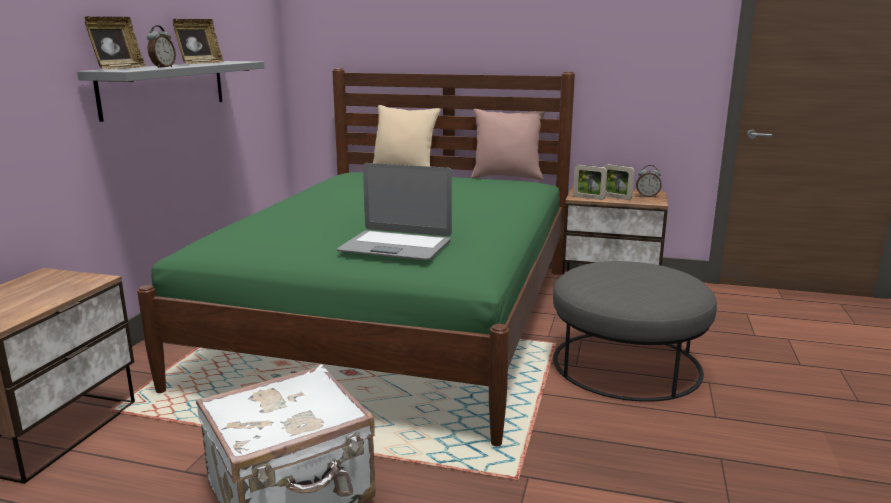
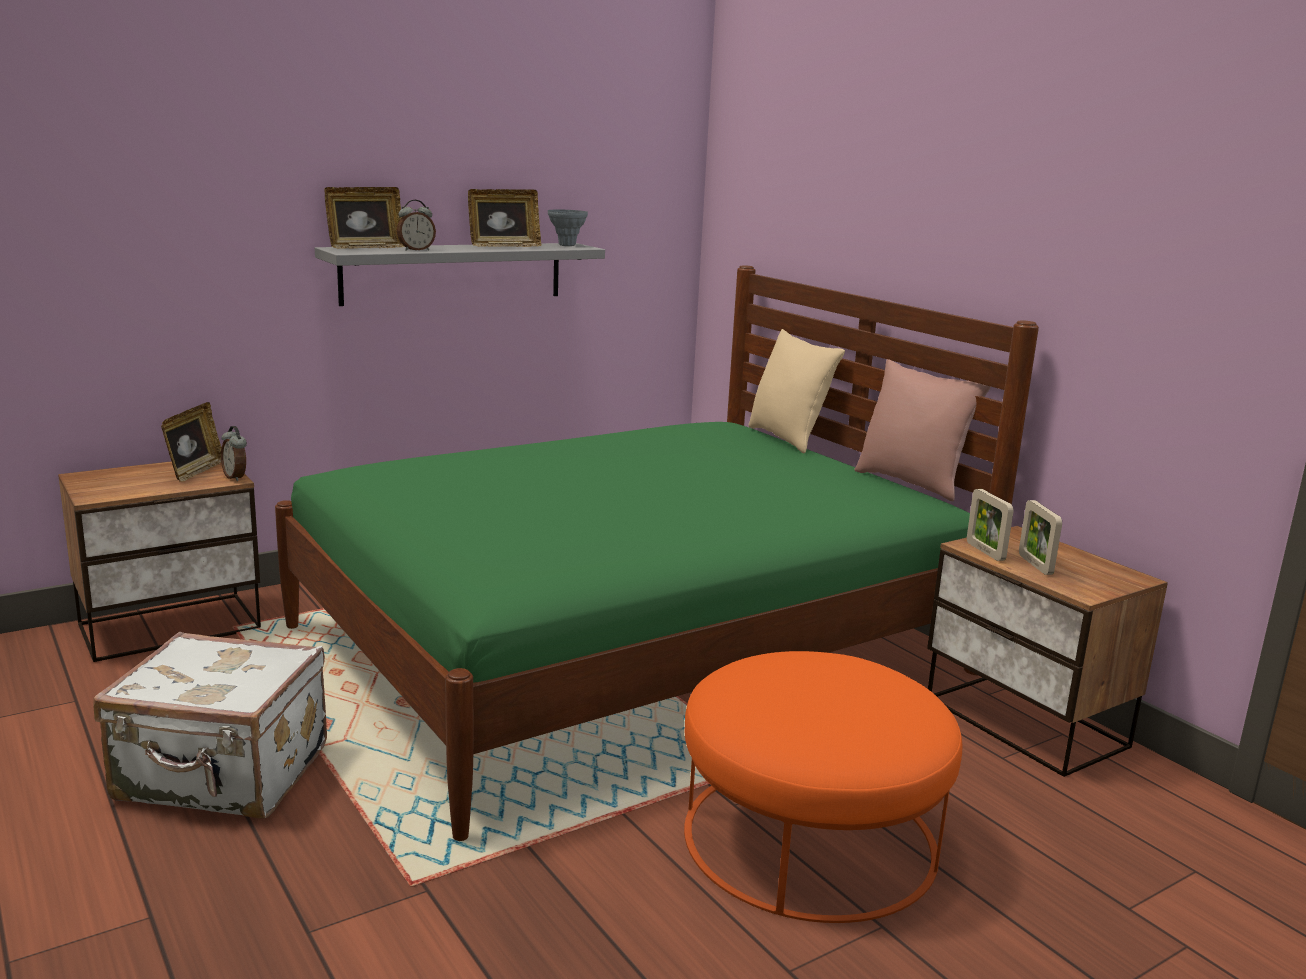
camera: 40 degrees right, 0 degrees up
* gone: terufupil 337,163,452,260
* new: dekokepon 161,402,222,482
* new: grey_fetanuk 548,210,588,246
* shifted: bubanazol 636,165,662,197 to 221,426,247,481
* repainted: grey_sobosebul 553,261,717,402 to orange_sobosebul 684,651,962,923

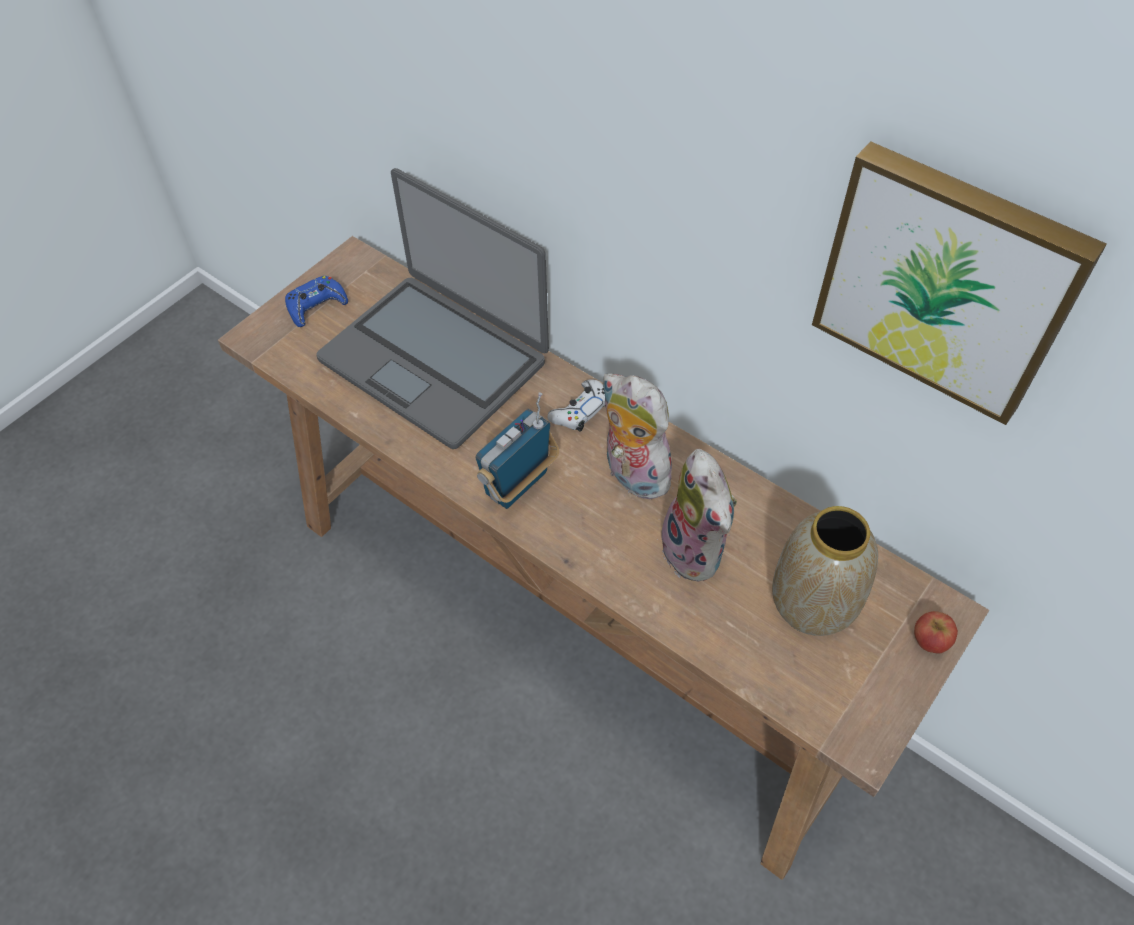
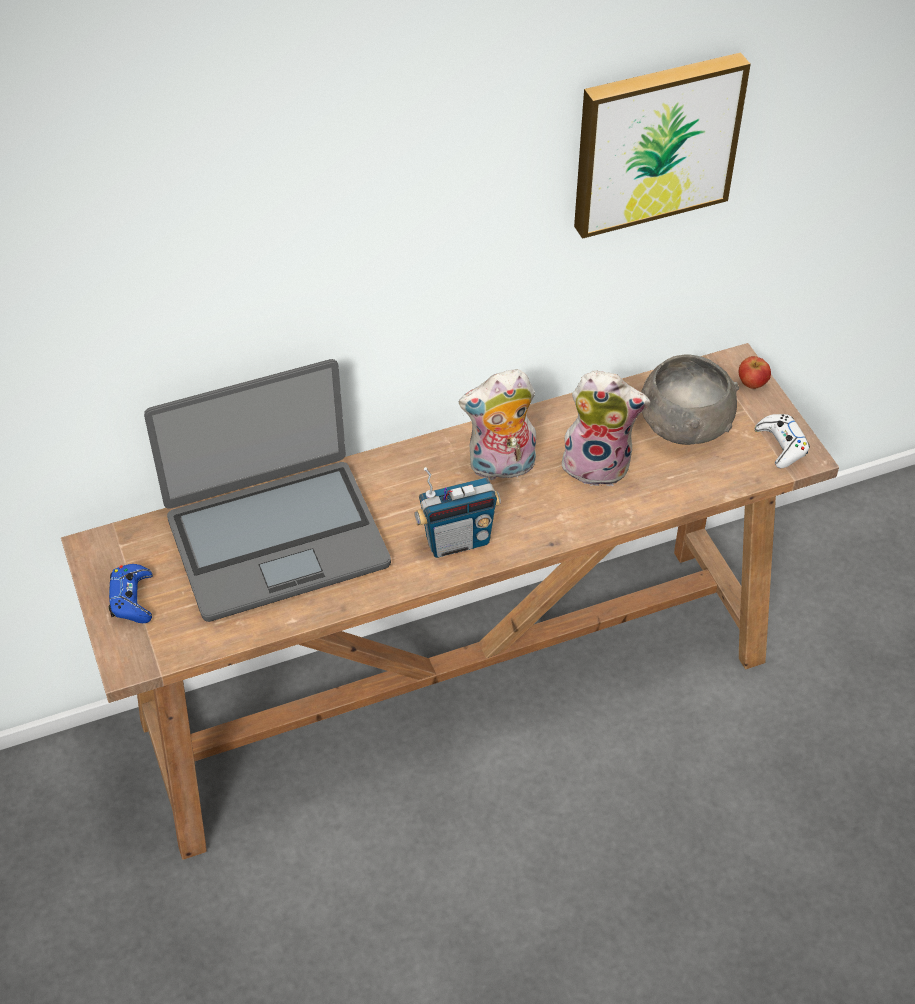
camera: 60 degrees left, 5 degrees down
* shifted: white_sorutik 547,379,606,432 to 755,414,810,468
* swapped: fetanuk 772,506,878,636 to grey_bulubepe 641,354,739,445
* rotated: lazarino 475,392,559,509 = 414,467,501,558 90 degrees counterclockwise

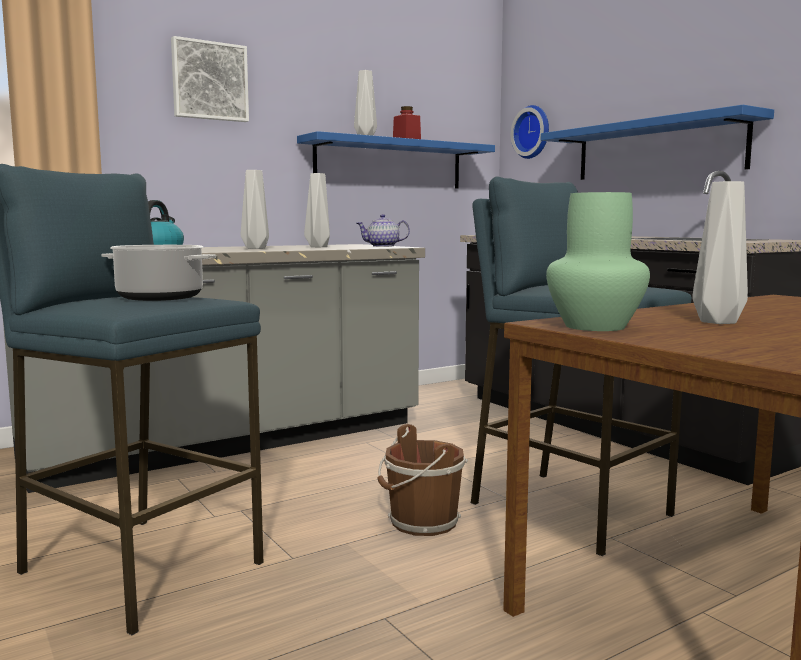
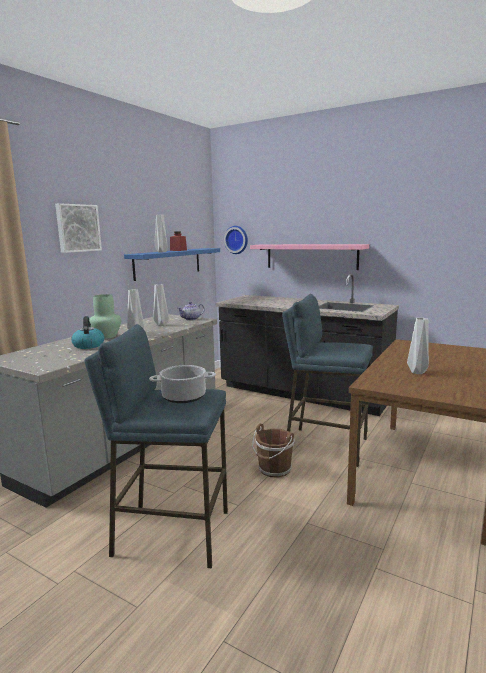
camera: 25 degrees left, 5 degrees up
* shifted: green_fetanuk 546,192,650,331 to 89,294,121,339
* repainted: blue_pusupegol 541,105,774,180 to pink_pusupegol 250,244,369,270

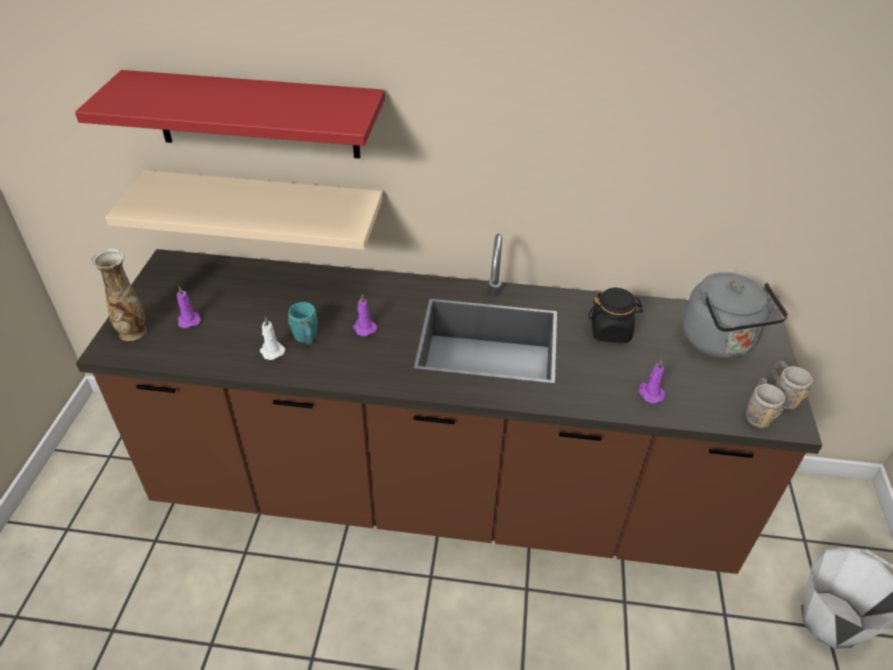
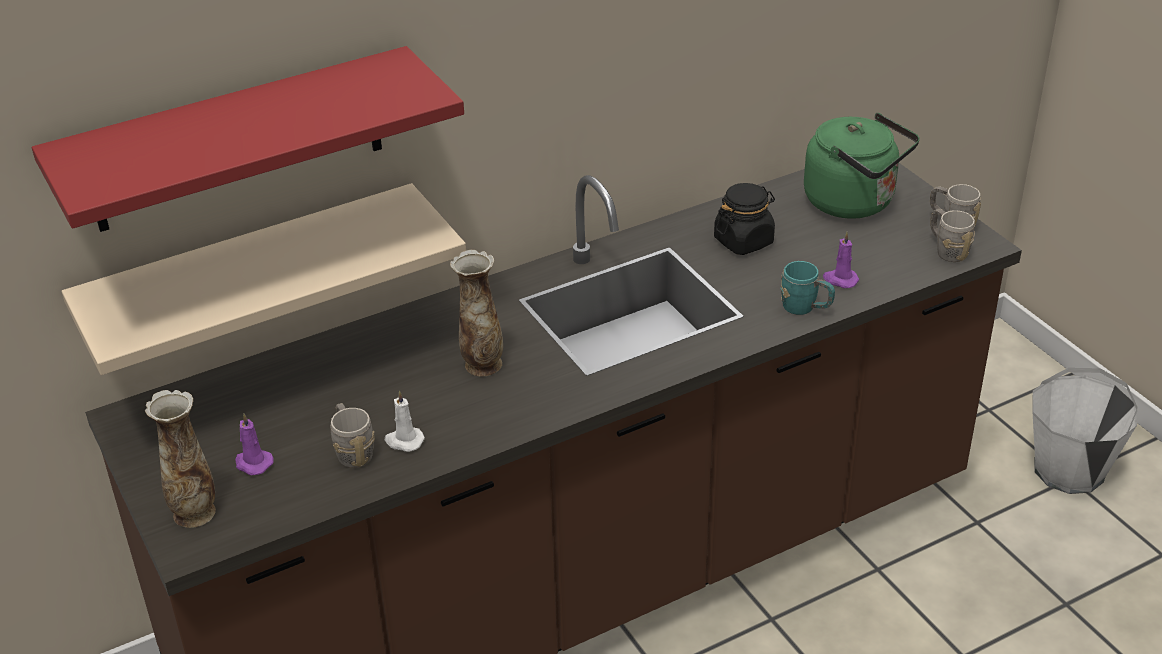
camera: 35 degrees left, 5 degrees down
* new: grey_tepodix 331,403,375,468
* shifted: turquoise_tepodix 288,302,318,345 to 781,261,835,315
* swapped: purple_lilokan 353,294,377,336 to fetanuk 450,250,503,376
* repainted: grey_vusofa 683,272,788,359 to green_vusofa 804,113,919,219

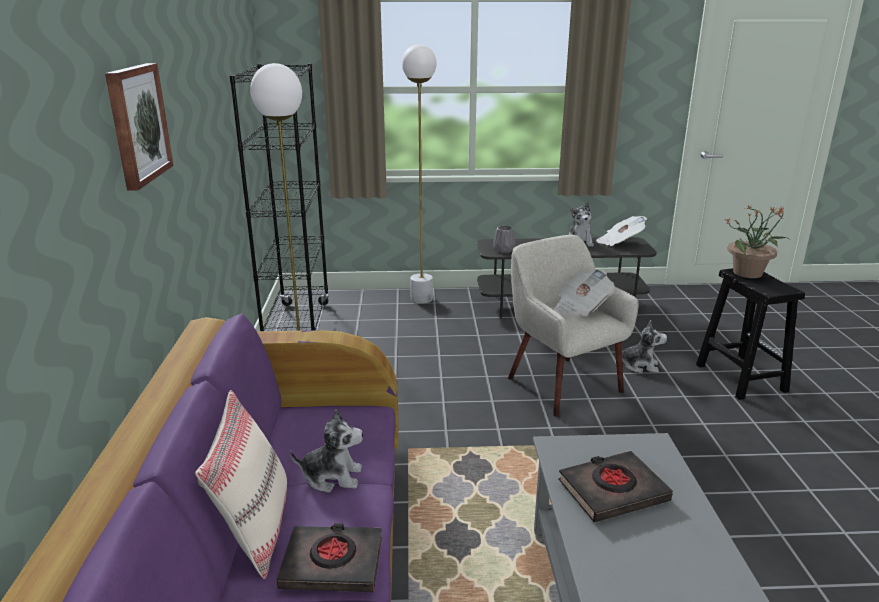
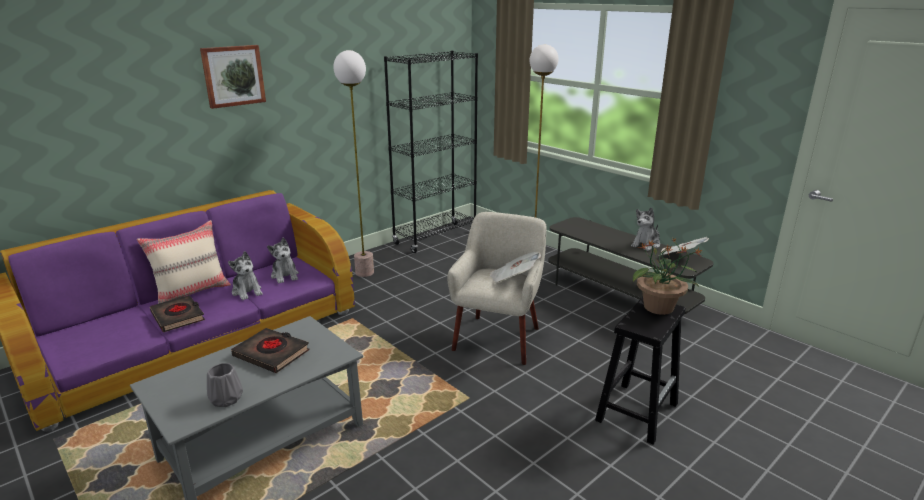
camera: 50 degrees right, 0 degrees up
* shifted: grey_fetanuk 493,226,515,253 to 207,363,243,407
* shifted: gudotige 622,320,667,373 to 267,237,299,283

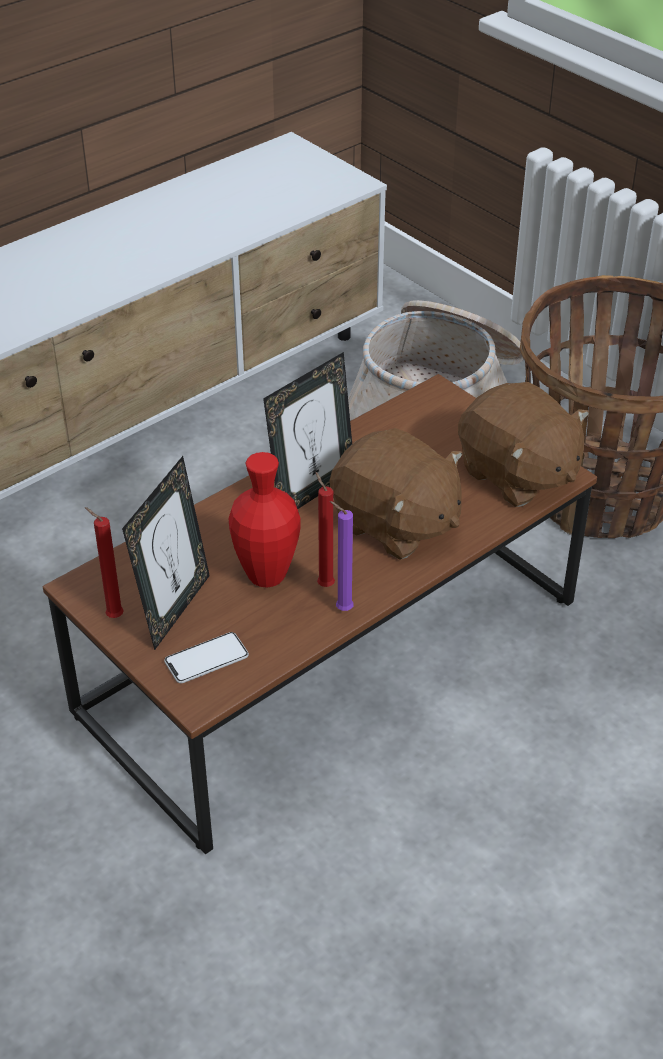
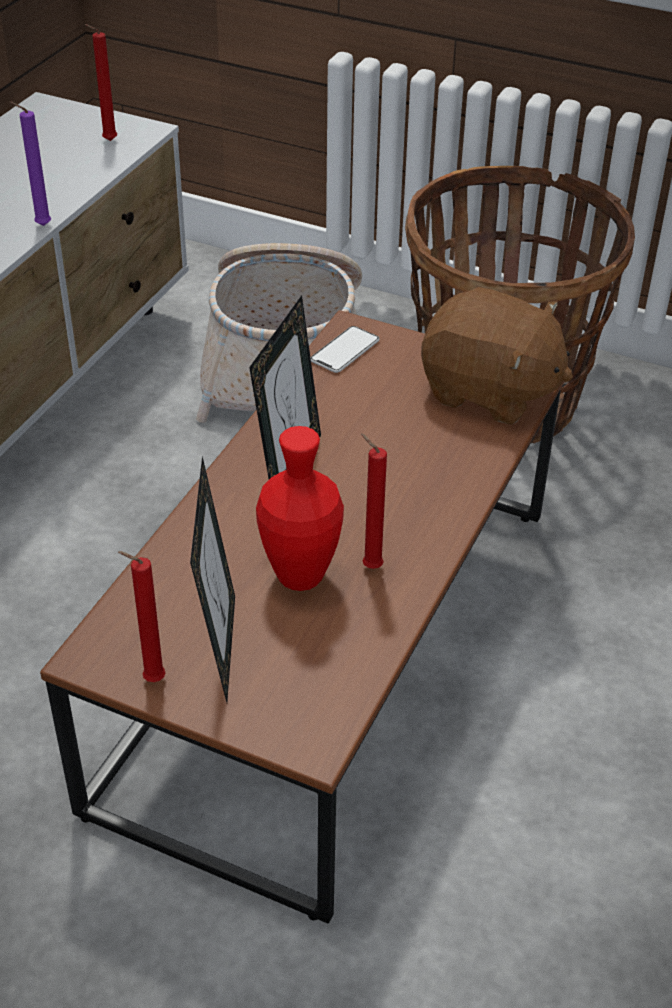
camera: 25 degrees left, 0 degrees up
* gone: brown_gudotige 330,428,463,560
* new: red_lilokan 84,24,117,141
* shifted: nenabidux 164,632,249,683 to 310,326,380,373
* shifted: purple_lilokan 330,501,353,611 to 10,101,51,226

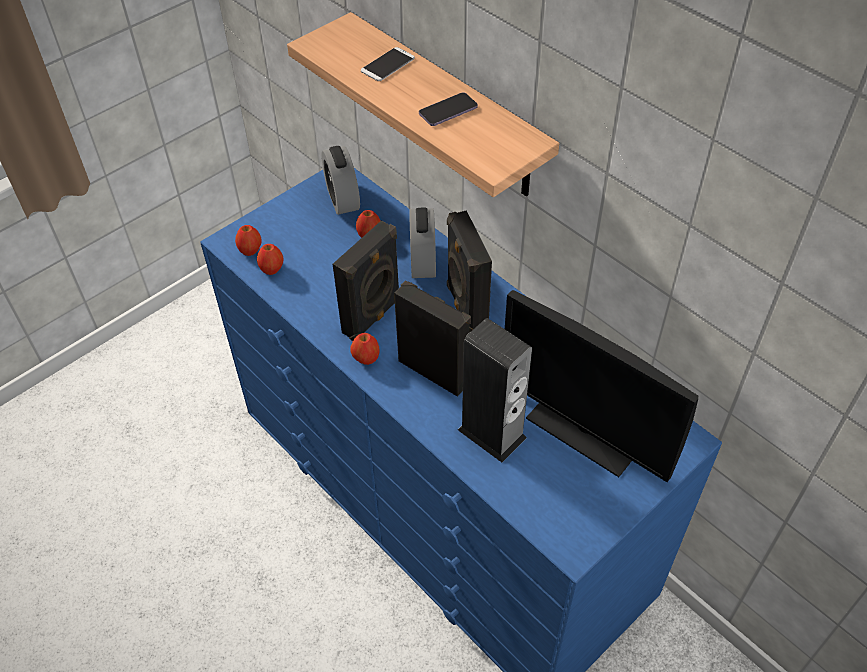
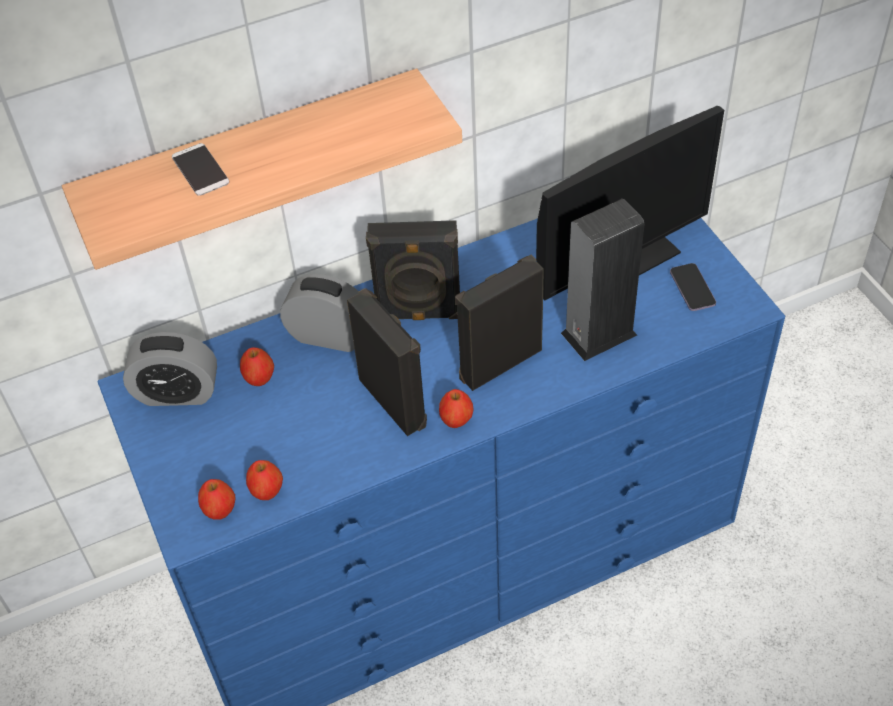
camera: 70 degrees left, 0 degrees up
* shifted: nenabidux 419,92,478,126 to 670,263,716,311

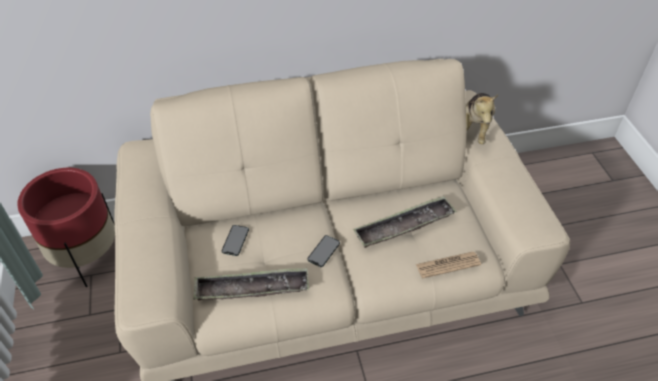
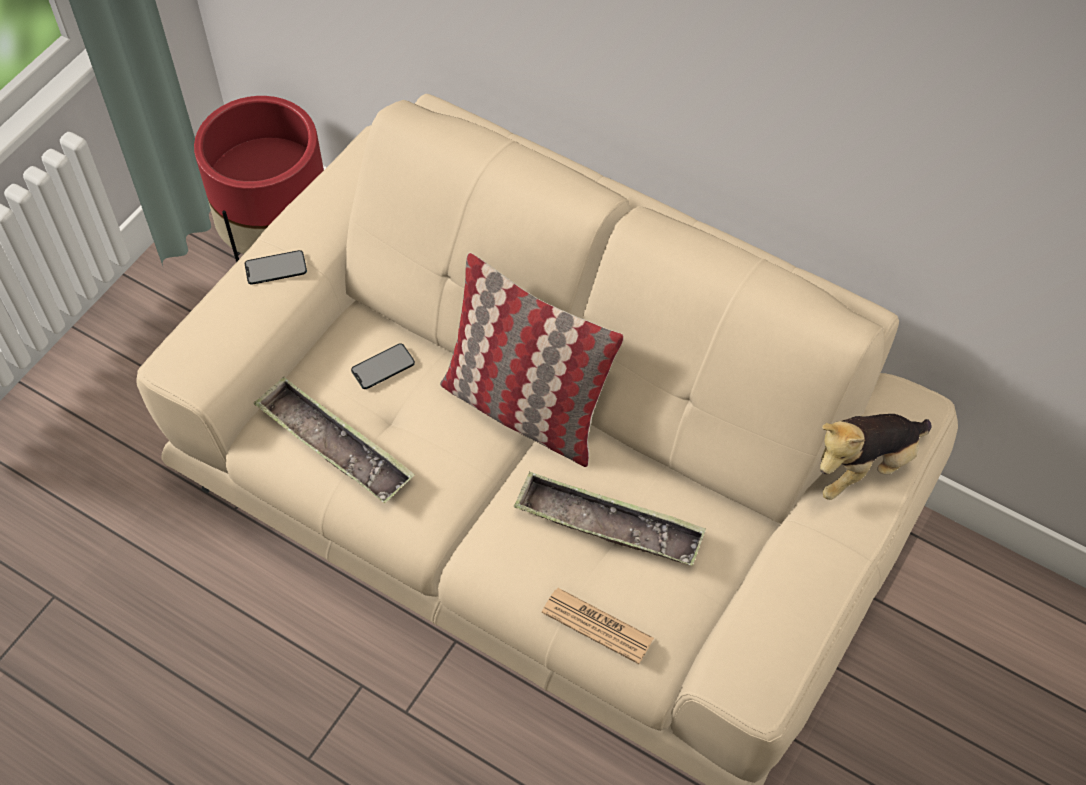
camera: 45 degrees right, 10 degrees up
* new: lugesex 440,253,624,467
* shifted: nenabidux 307,235,340,267 to 245,250,307,285

